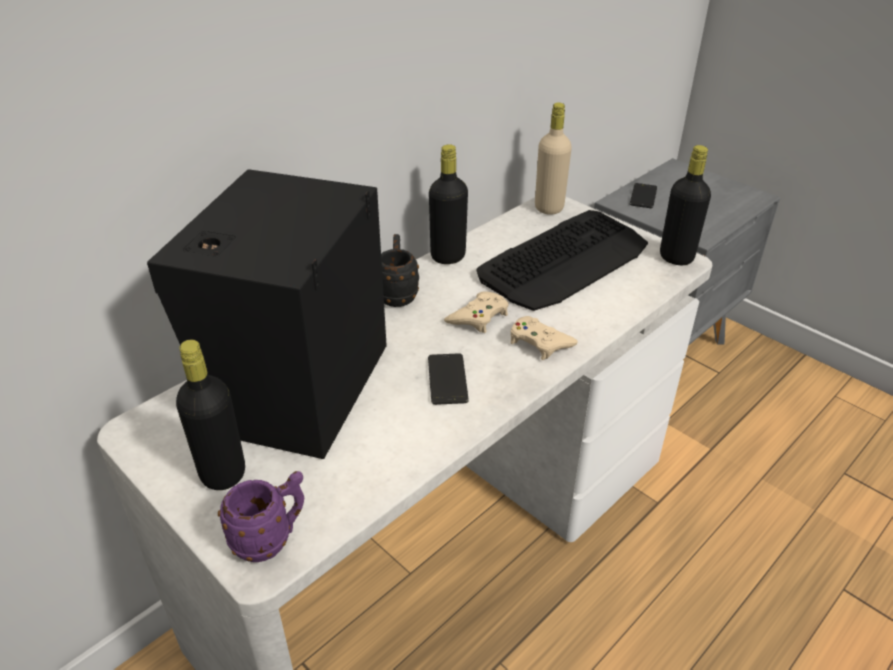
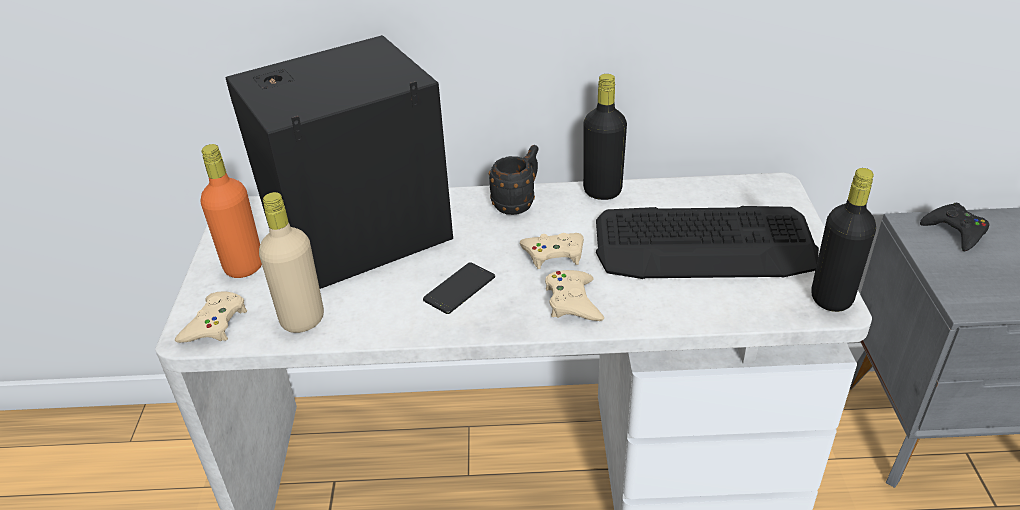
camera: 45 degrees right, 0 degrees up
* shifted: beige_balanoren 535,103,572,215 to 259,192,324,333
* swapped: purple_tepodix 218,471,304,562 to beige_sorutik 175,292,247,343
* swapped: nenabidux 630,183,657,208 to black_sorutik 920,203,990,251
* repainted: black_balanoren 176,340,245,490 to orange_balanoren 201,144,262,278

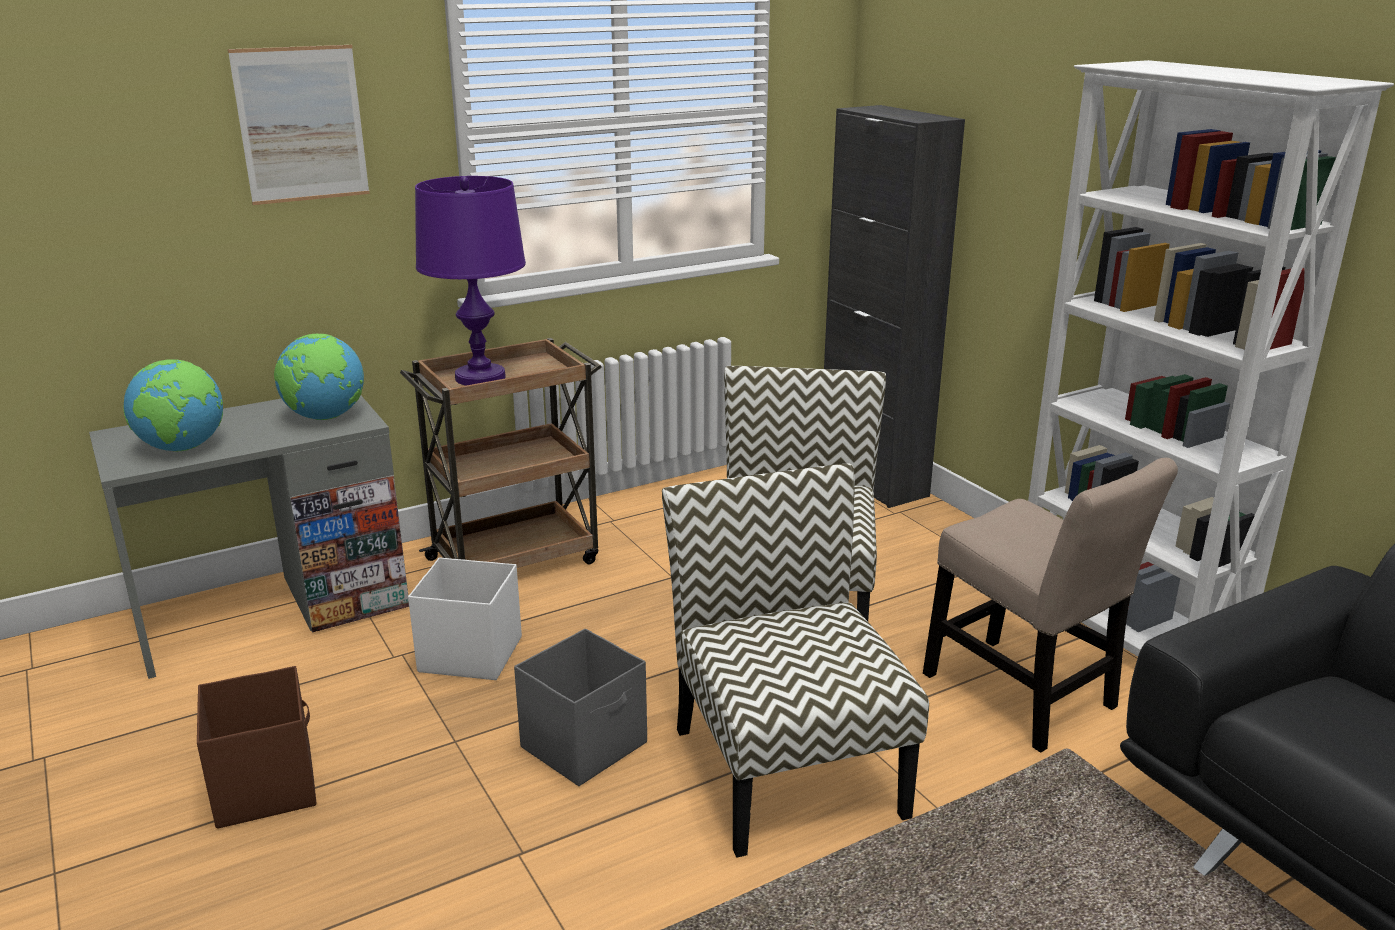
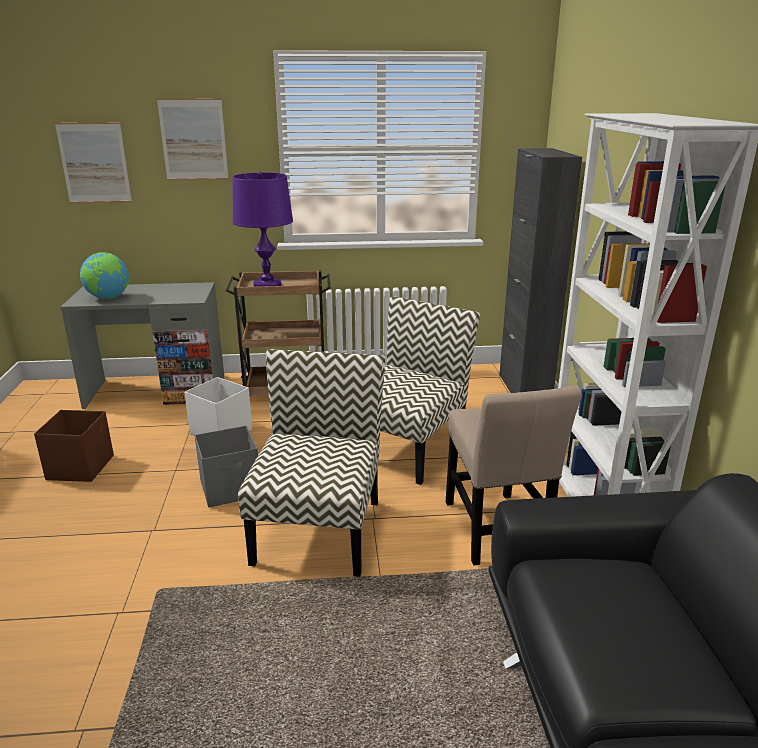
camera: 25 degrees right, 0 degrees up
* gone: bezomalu 274,334,364,420
* new: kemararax 54,122,132,203

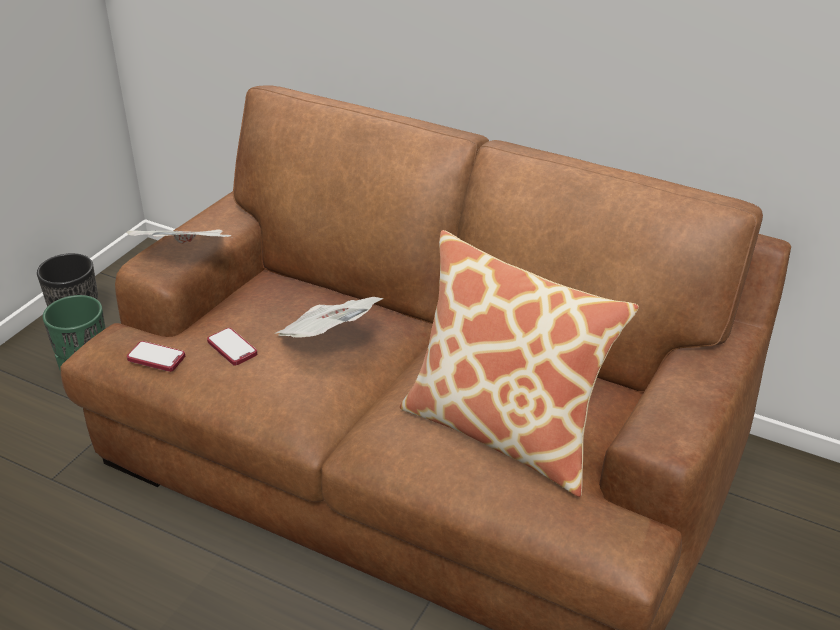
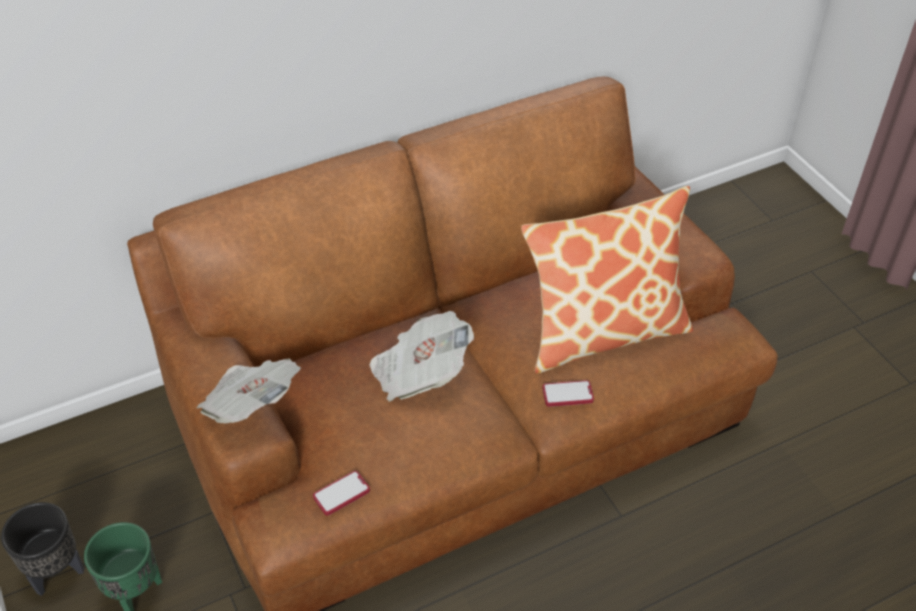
camera: 55 degrees left, 10 degrees up
* shifted: nenabidux 207,328,257,366 to 542,380,594,407

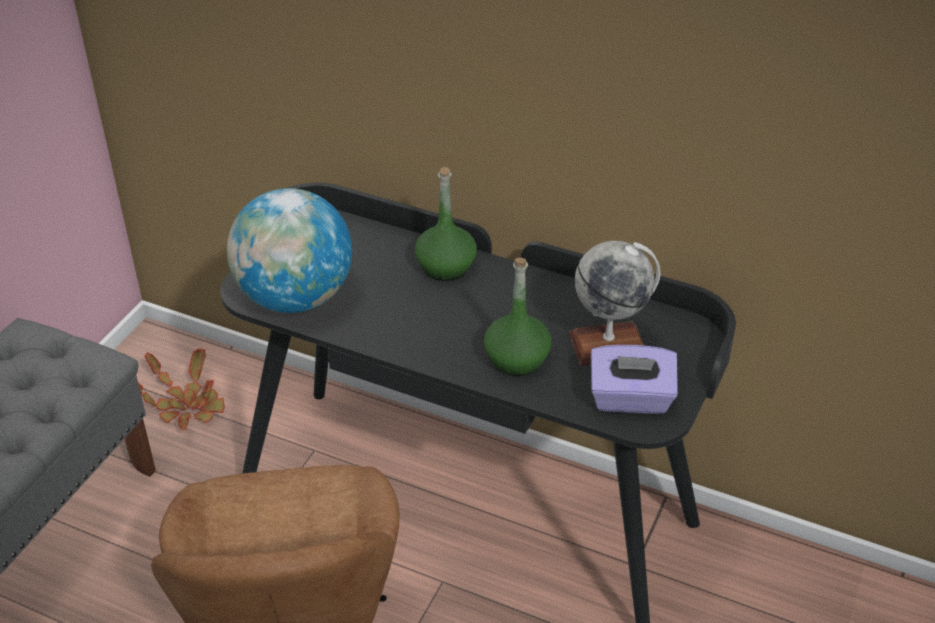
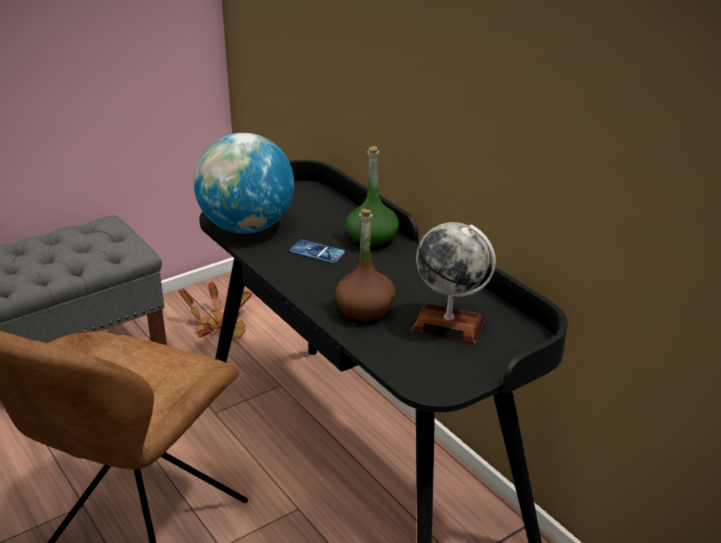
camera: 30 degrees right, 10 degrees down
* gone: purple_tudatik 591,345,678,414
* new: nenabidux 290,240,345,263
* repainted: green_balanoren 484,258,552,376 to brown_balanoren 335,209,395,323

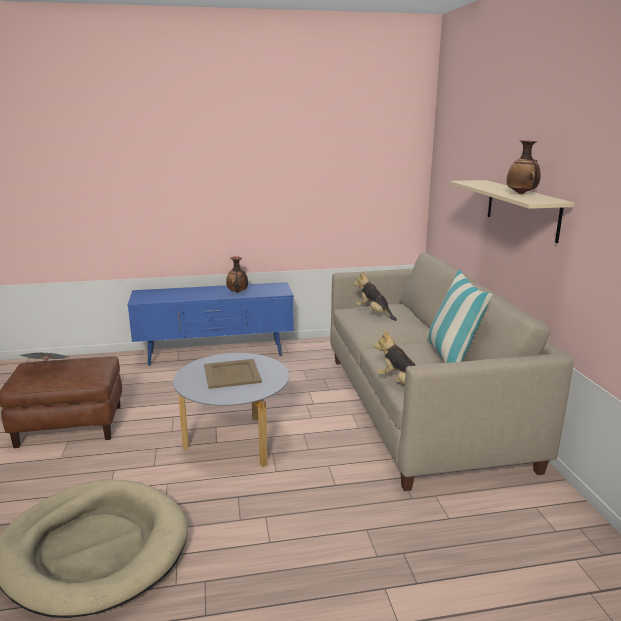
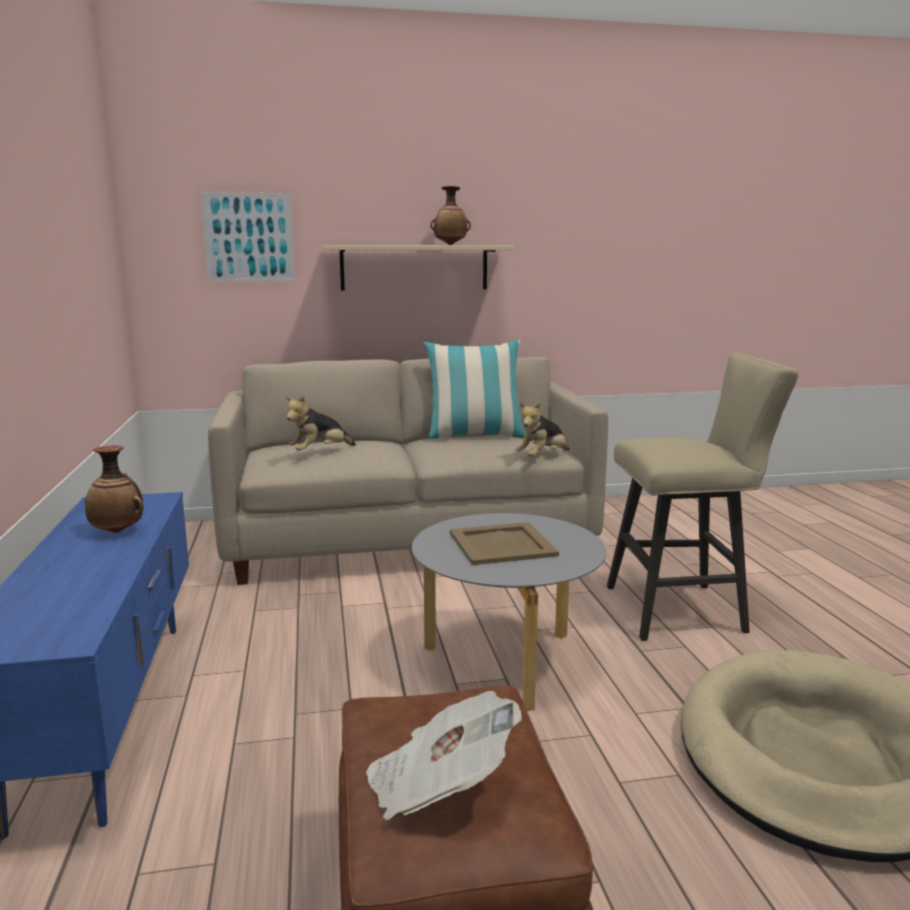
camera: 90 degrees left, 5 degrees down
* new: kemararax 201,192,295,282
* new: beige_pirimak 607,353,799,641

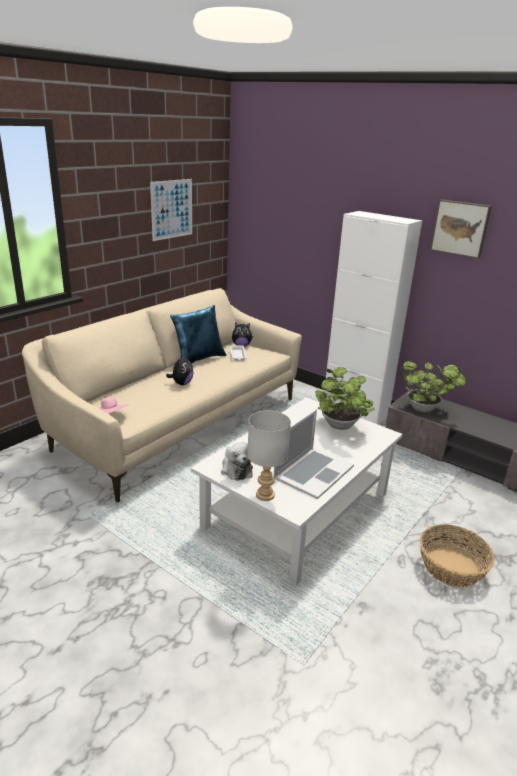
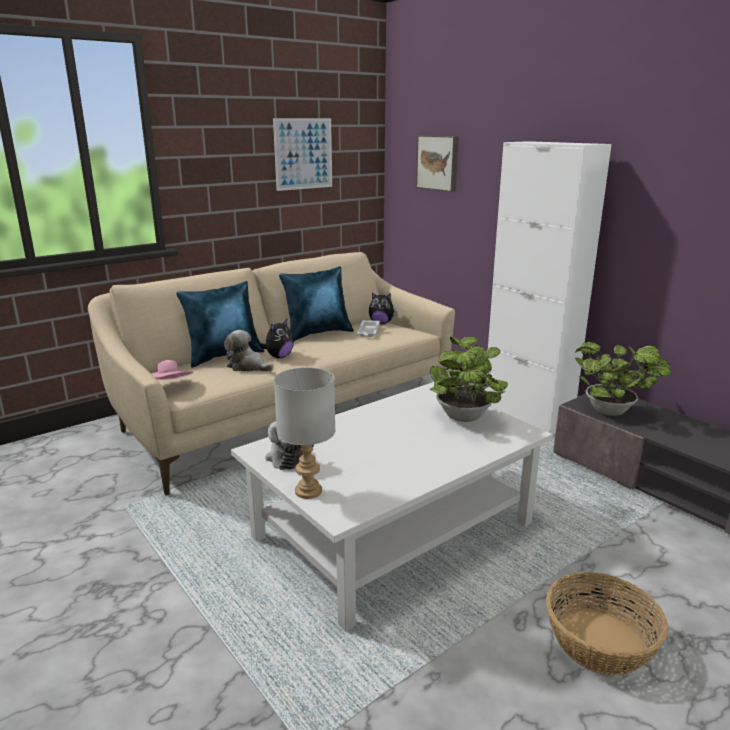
camera: 15 degrees right, 5 degrees down
* gone: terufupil 274,409,354,499
* new: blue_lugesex 176,281,264,368
* new: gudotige 224,330,273,372
* shifted: kemararax 430,199,492,258 to 416,135,459,192

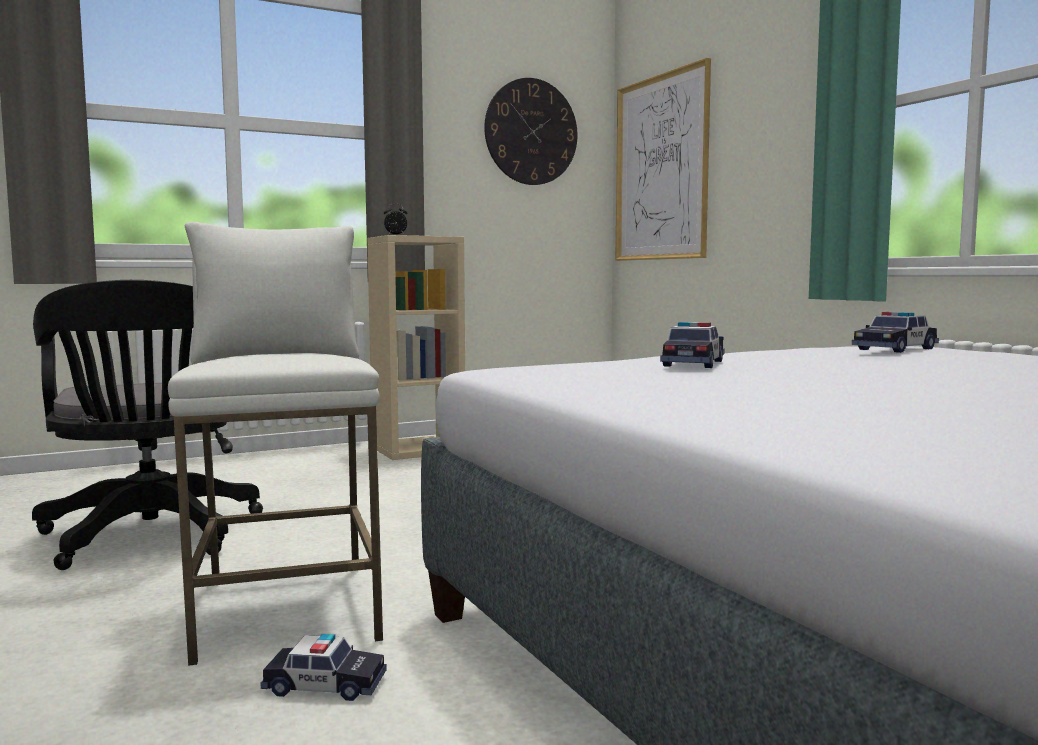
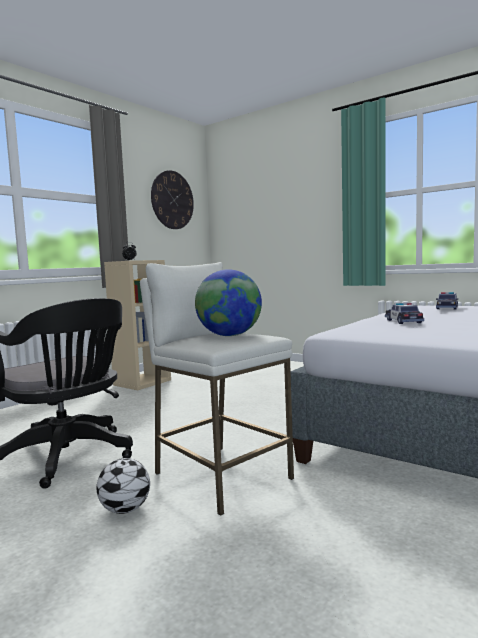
camera: 25 degrees left, 0 degrees up
* gone: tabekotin 261,634,387,701
* gone: kemararax 615,58,711,261
* new: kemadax 97,458,150,514
* new: bezomalu 195,269,262,336

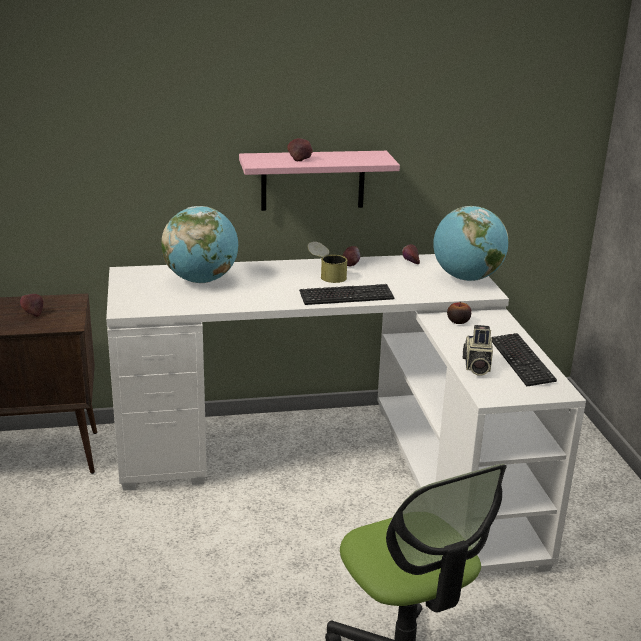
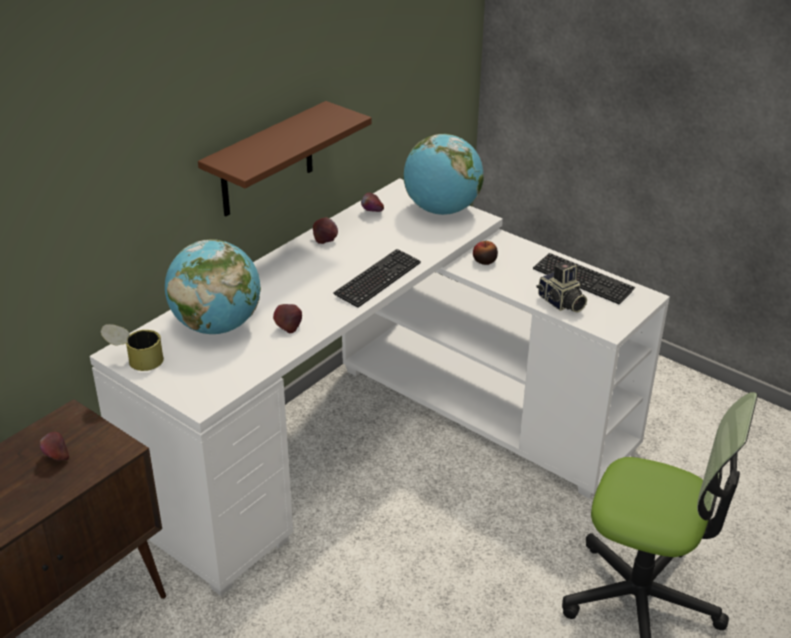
camera: 40 degrees left, 10 degrees up
* shifted: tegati 287,138,313,161 to 273,304,302,333
* shifted: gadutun 308,241,348,283 to 100,324,164,371
* repainted: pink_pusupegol 239,151,400,211 to brown_pusupegol 198,101,372,216

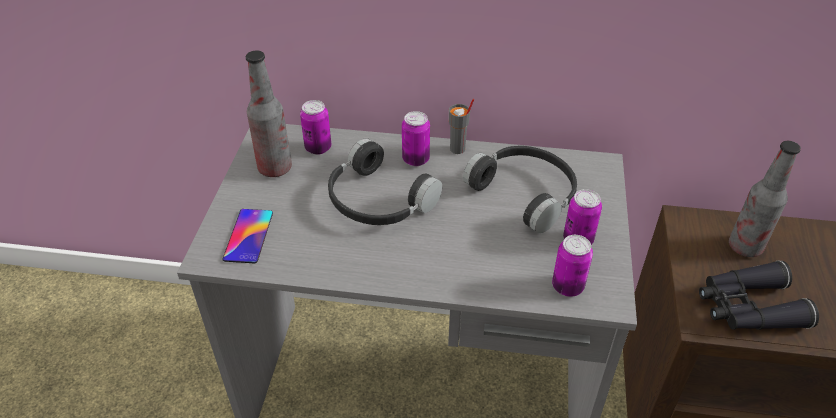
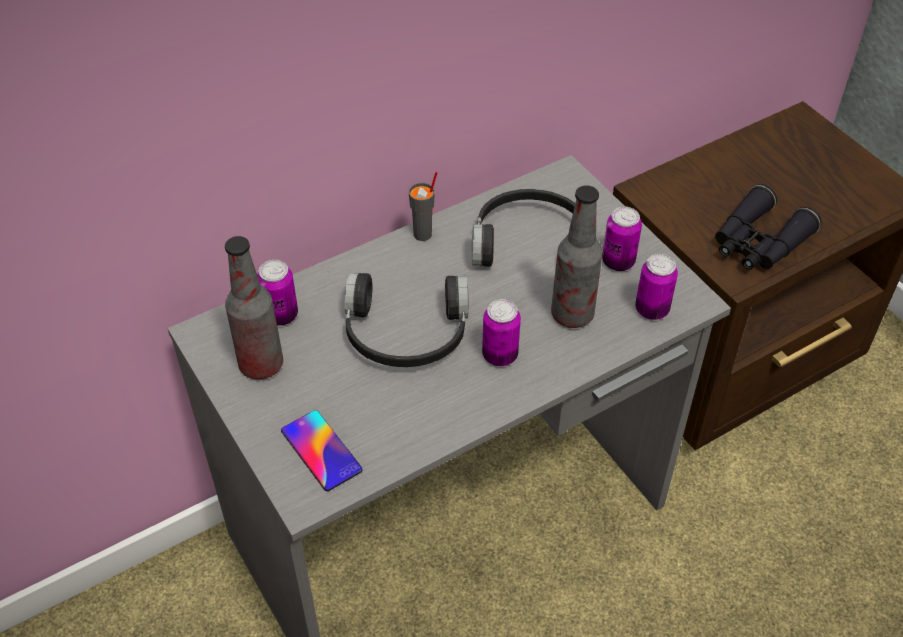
camera: 40 degrees left, 5 degrees up
* shifted: gadutun 402,111,430,166 to 482,299,521,366
* shifted: balanoren 729,141,801,257 to 551,185,603,328

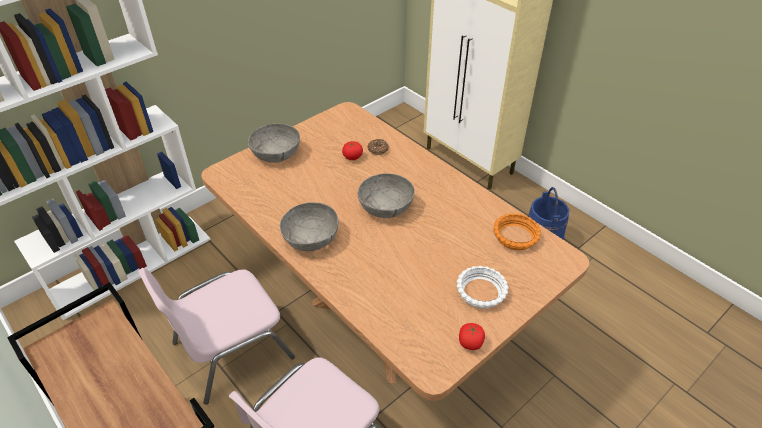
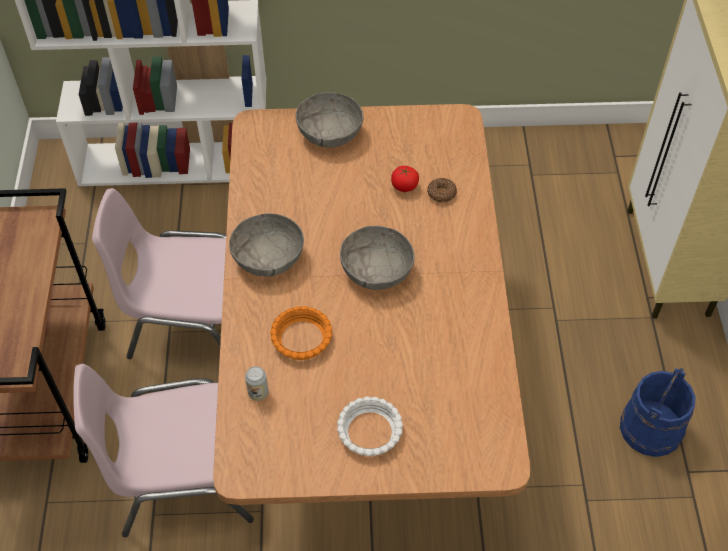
camera: 40 degrees right, 10 degrees up
* gone: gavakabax 459,323,485,350
* new: gadutun 245,366,268,401
* shifted: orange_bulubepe 493,213,541,250 to 270,306,332,360

